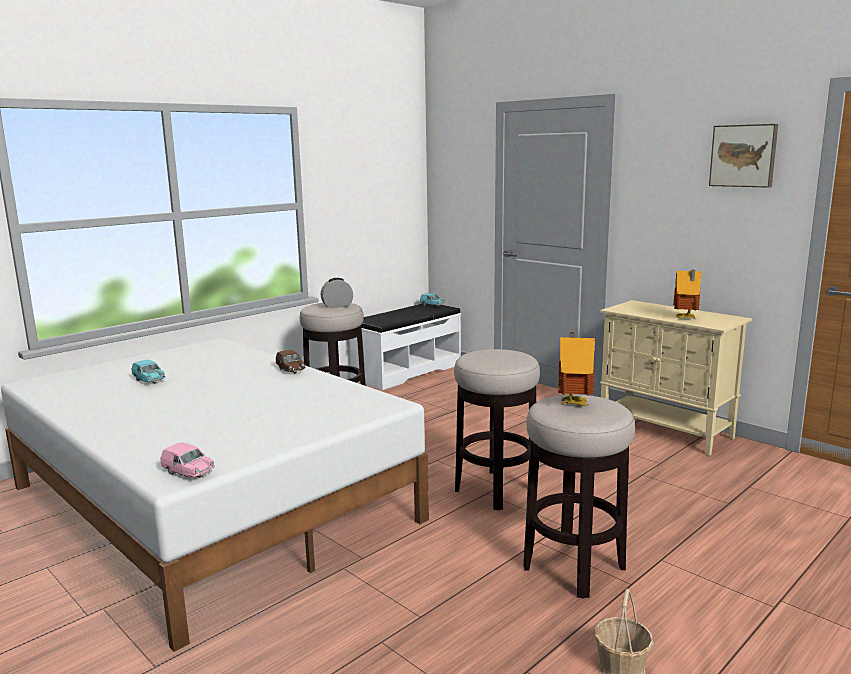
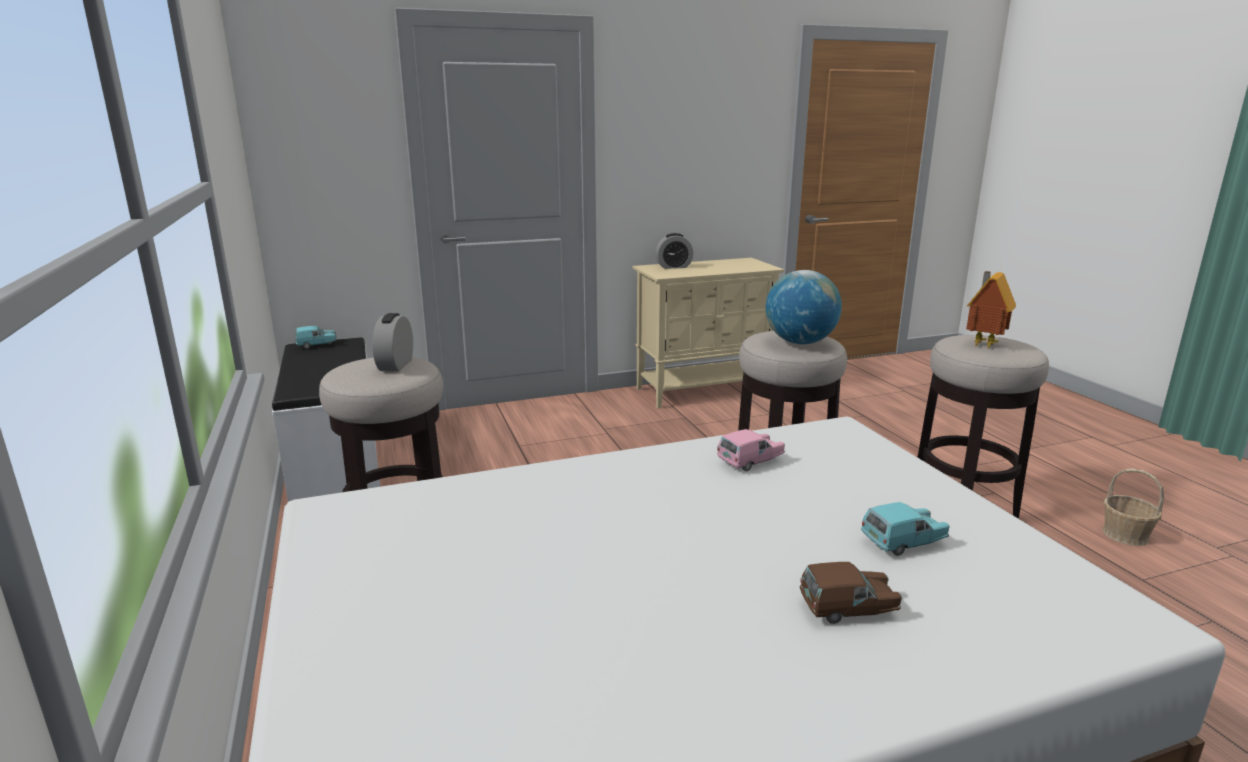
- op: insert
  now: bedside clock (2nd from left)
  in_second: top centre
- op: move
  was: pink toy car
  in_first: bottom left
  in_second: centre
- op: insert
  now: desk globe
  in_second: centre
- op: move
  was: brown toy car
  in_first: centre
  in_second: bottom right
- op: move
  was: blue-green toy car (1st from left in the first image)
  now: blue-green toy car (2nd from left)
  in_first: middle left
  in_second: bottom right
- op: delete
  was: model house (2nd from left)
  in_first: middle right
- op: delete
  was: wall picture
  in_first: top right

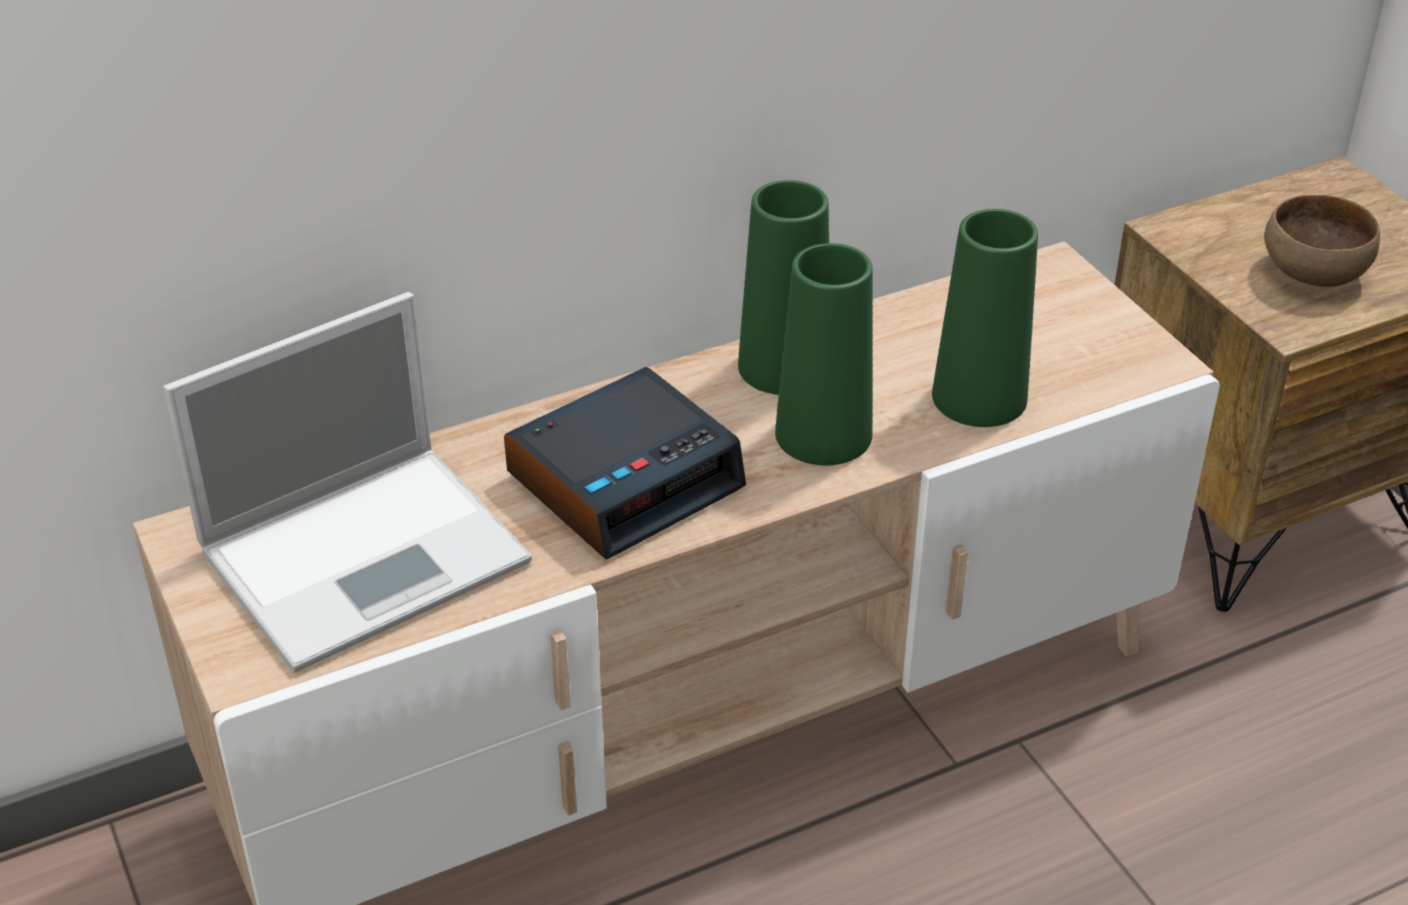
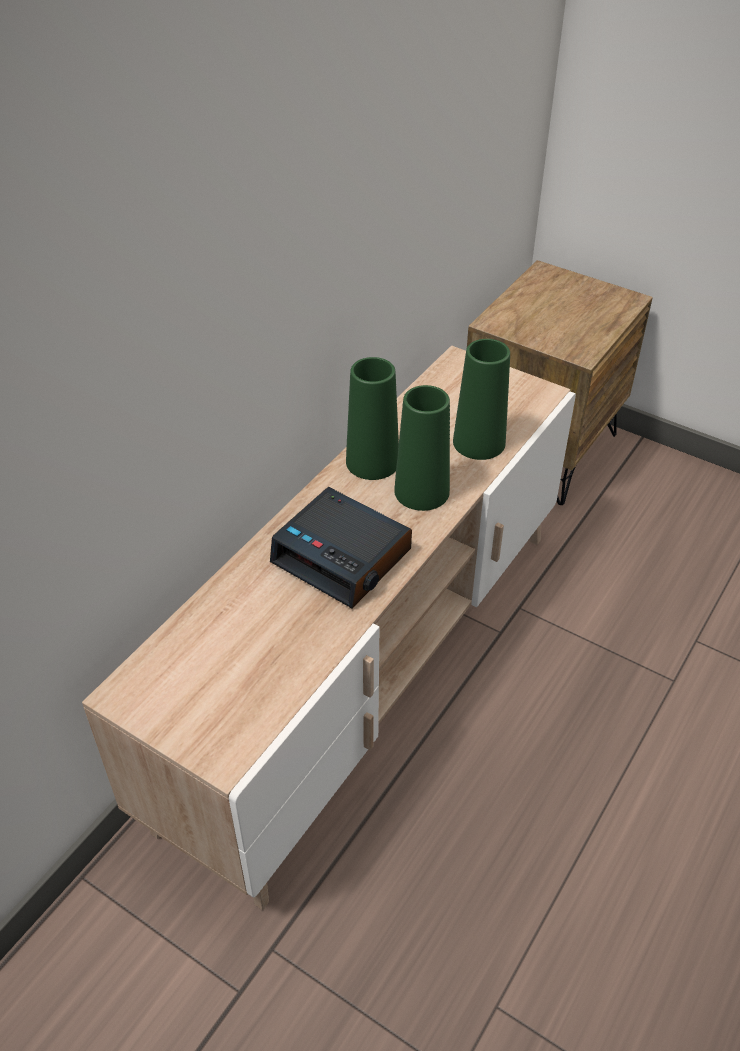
- op: rotate
  was: bedside clock
  in_first: centre
  in_second: centre
  clockwise: 105
- op: delete
  was: portable computer
  in_first: middle left
- op: delete
  was: brown deep dish
  in_first: top right

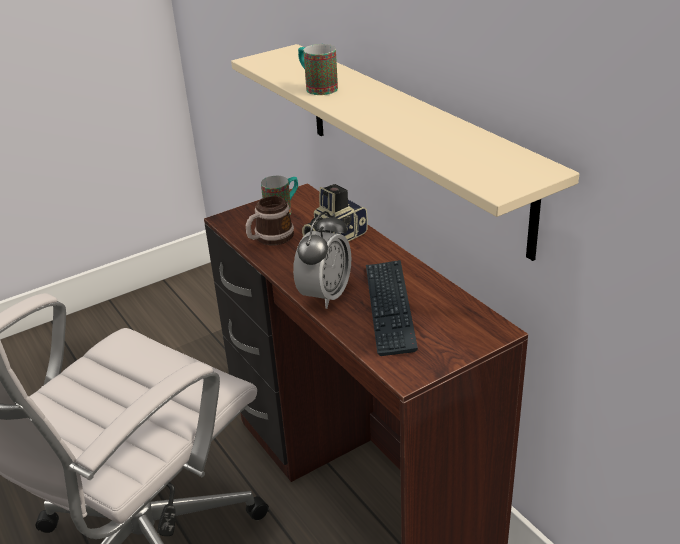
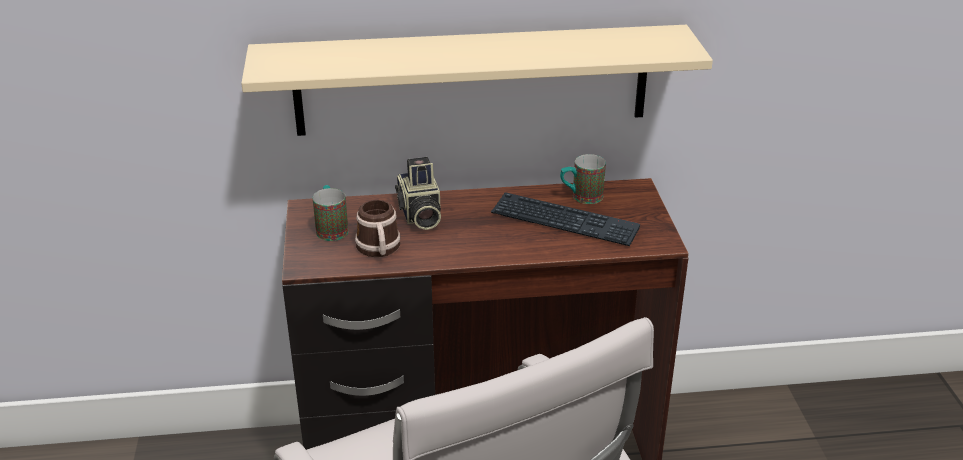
- op: move
  was: tea mug (3rd from left)
  in_first: top centre
  in_second: centre
- op: delete
  was: bedside clock
  in_first: centre

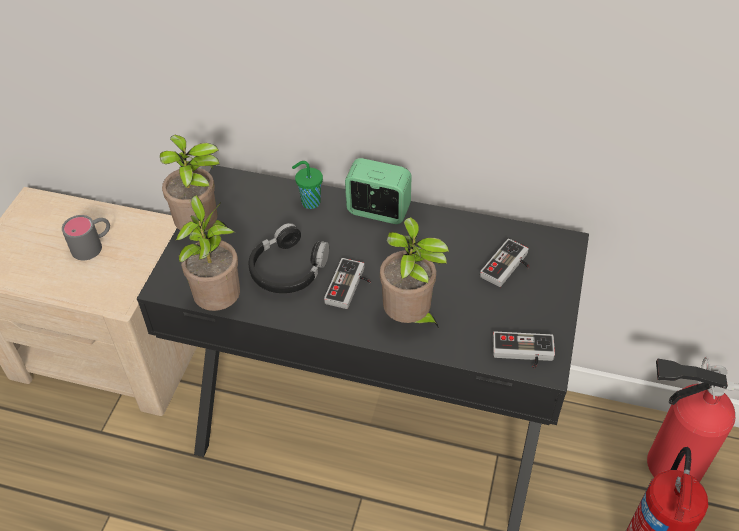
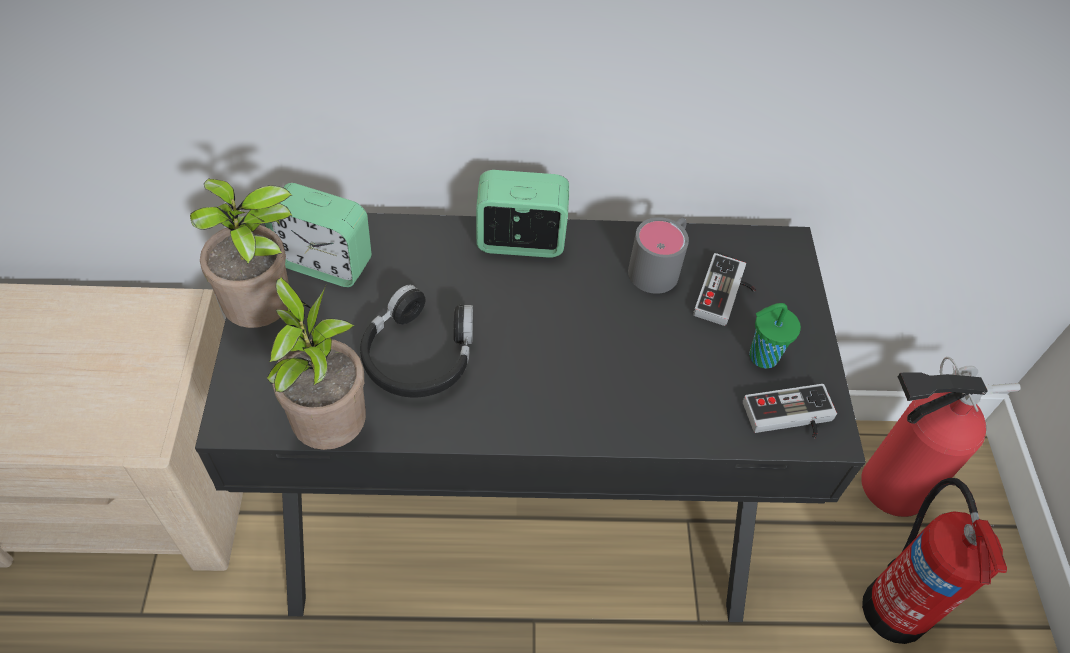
- op: insert
  now: bedside clock (1st from left)
  in_second: middle left
- op: move
  was: grey tea mug
  in_first: middle left
  in_second: centre
- op: move
  was: green-coloured cup
  in_first: centre
  in_second: middle right
- op: delete
  was: joypad (1st from left)
  in_first: centre
- op: delete
  was: houseplant (3rd from left)
  in_first: centre

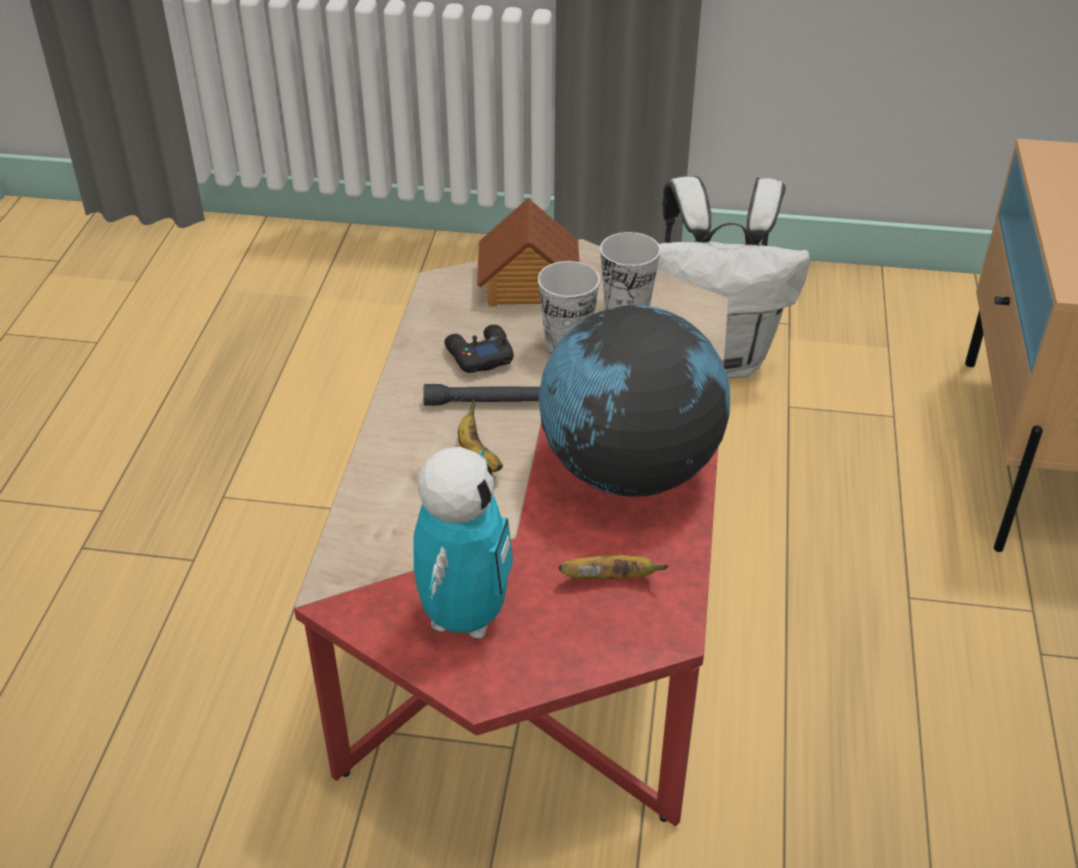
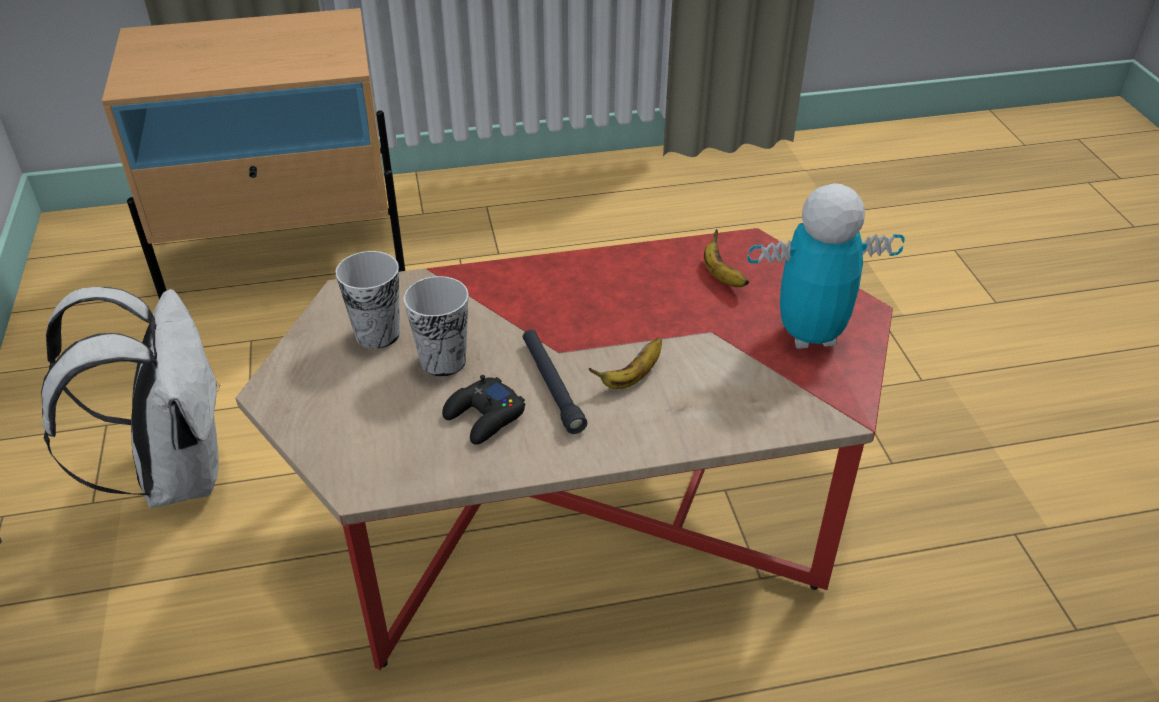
- op: delete
  was: model house
  in_first: top centre
- op: delete
  was: desk globe
  in_first: centre

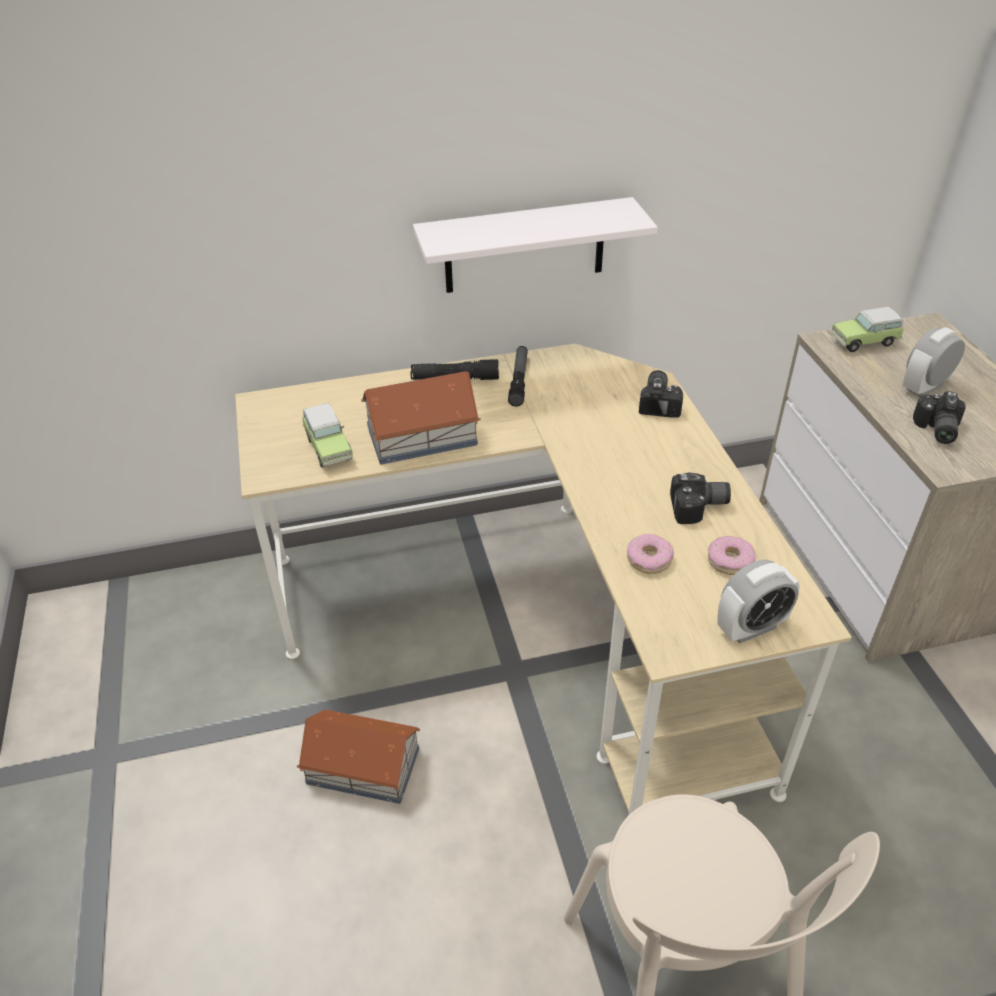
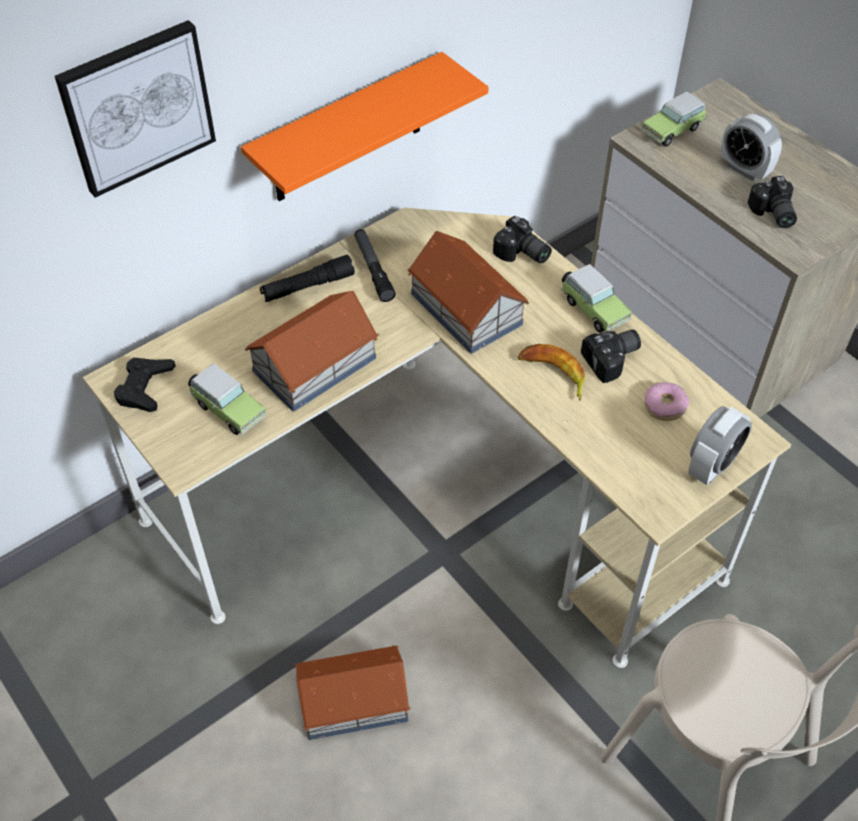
- op: insert
  now: wall picture
  in_second: top left
- op: insert
  now: black joypad
  in_second: middle left
- op: recolor
  was: white shelf
  now: orangey shelf
  in_first: top centre
  in_second: top centre
- op: insert
  now: model house (3rd from left)
  in_second: centre
- op: rotate
  was: photo camera (1st from left)
  in_first: centre
  in_second: top centre
  clockwise: 150
- op: insert
  now: banana
  in_second: centre
- op: insert
  now: toy car (2nd from left)
  in_second: middle right
- op: rotate
  was: bedside clock (2nd from left)
  in_first: middle right
  in_second: top right
  clockwise: -75
- op: delete
  was: doughnut (1st from left)
  in_first: centre

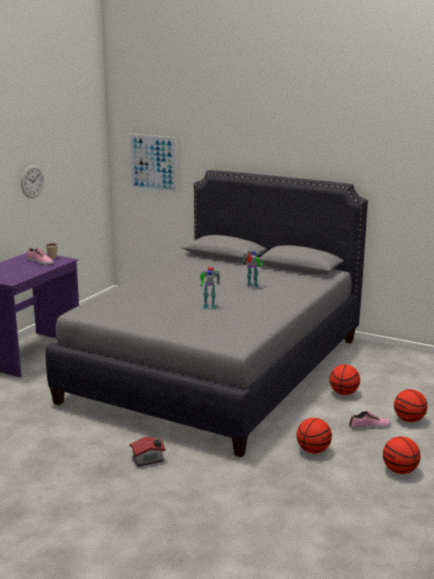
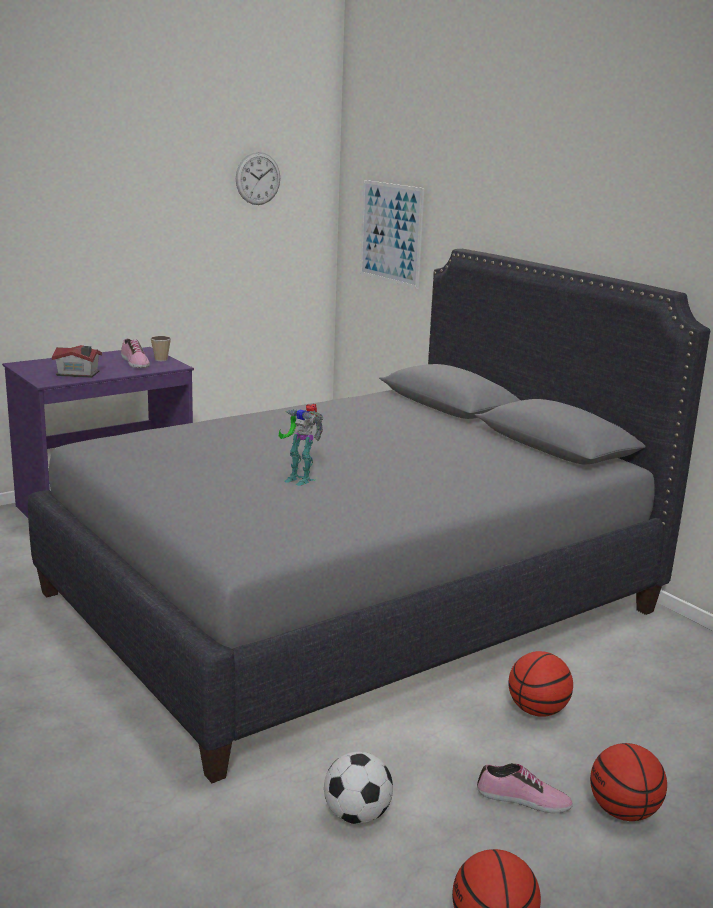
- op: move
  was: model house
  in_first: bottom centre
  in_second: middle left
- op: move
  was: wall clock
  in_first: top left
  in_second: top centre
- op: replace
  was: basketball (1st from left)
  now: ball for football
  in_first: bottom right
  in_second: bottom centre
- op: delete
  was: model robot (2nd from left)
  in_first: centre

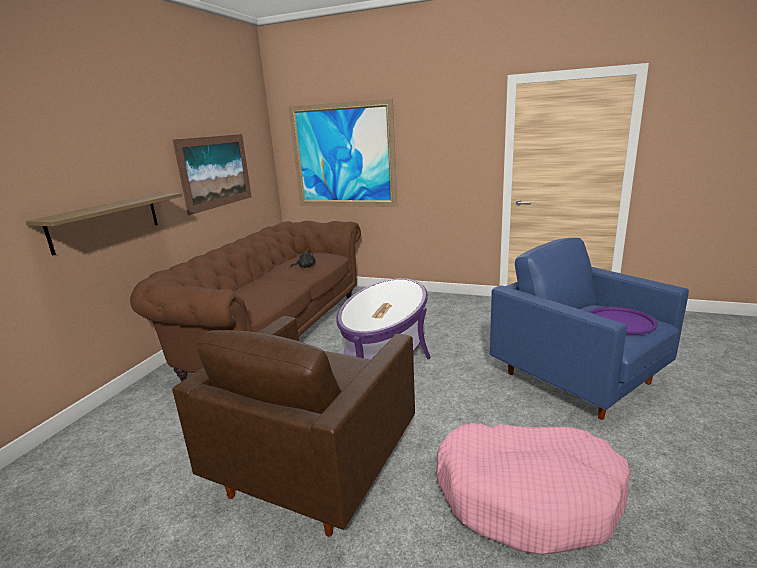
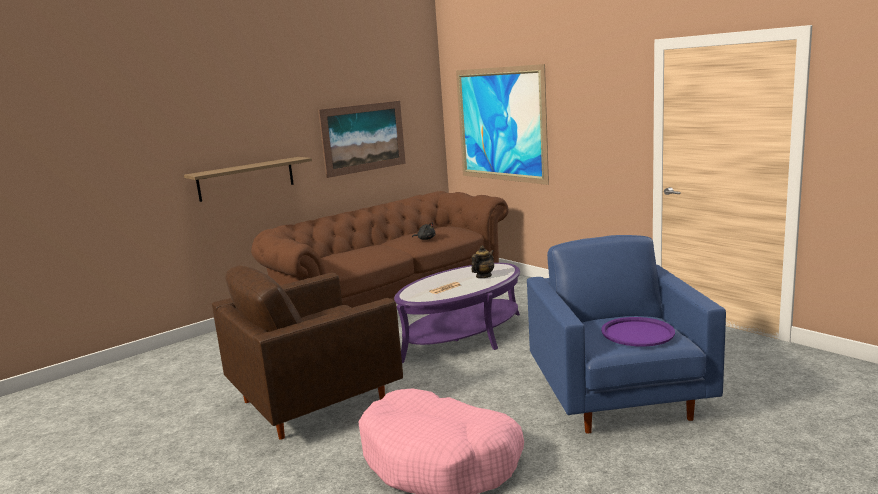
- op: insert
  now: teapot
  in_second: centre

